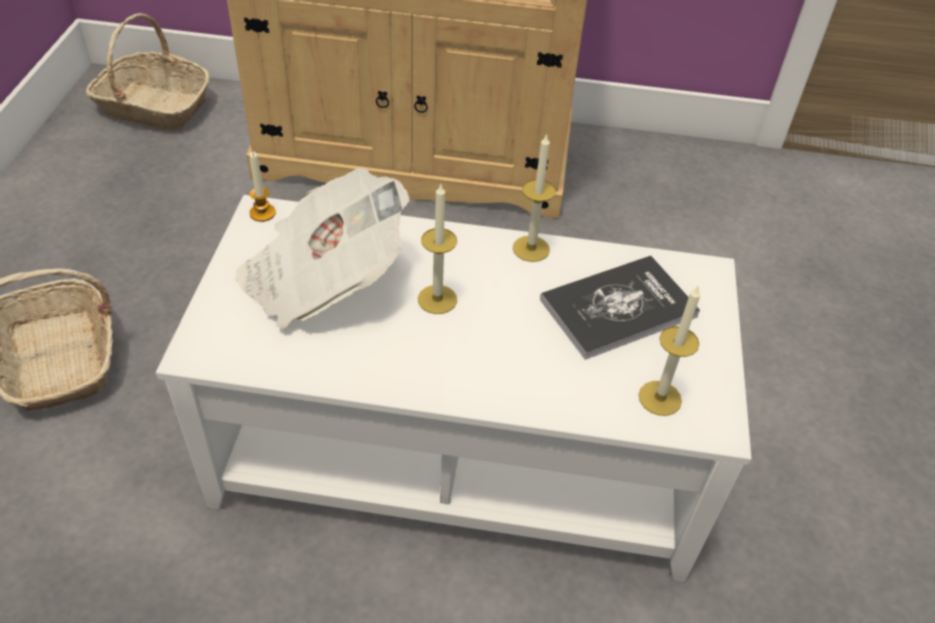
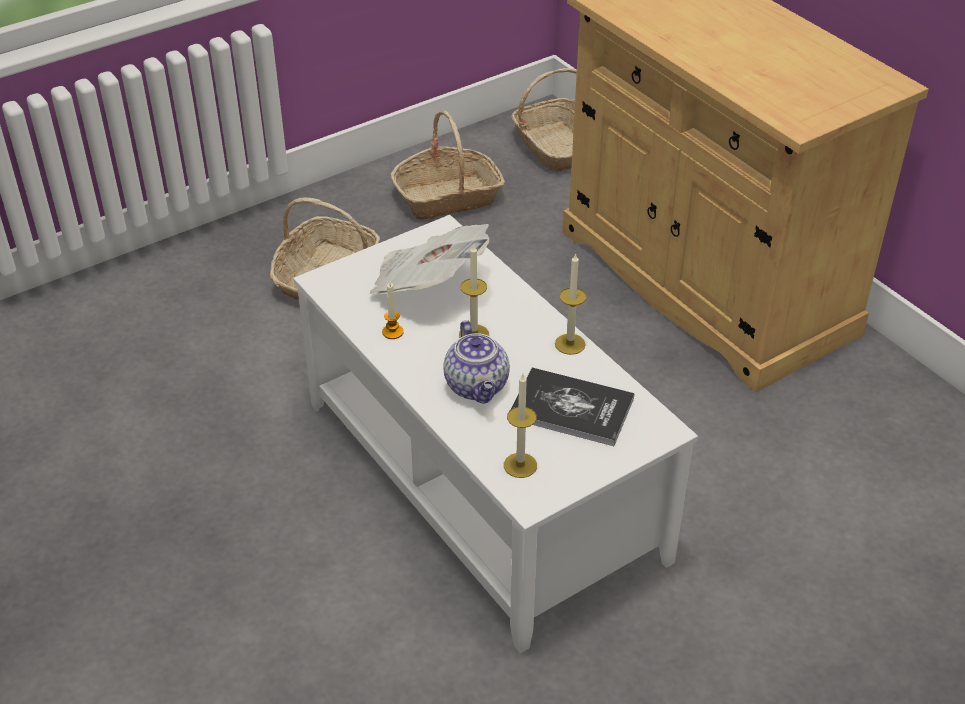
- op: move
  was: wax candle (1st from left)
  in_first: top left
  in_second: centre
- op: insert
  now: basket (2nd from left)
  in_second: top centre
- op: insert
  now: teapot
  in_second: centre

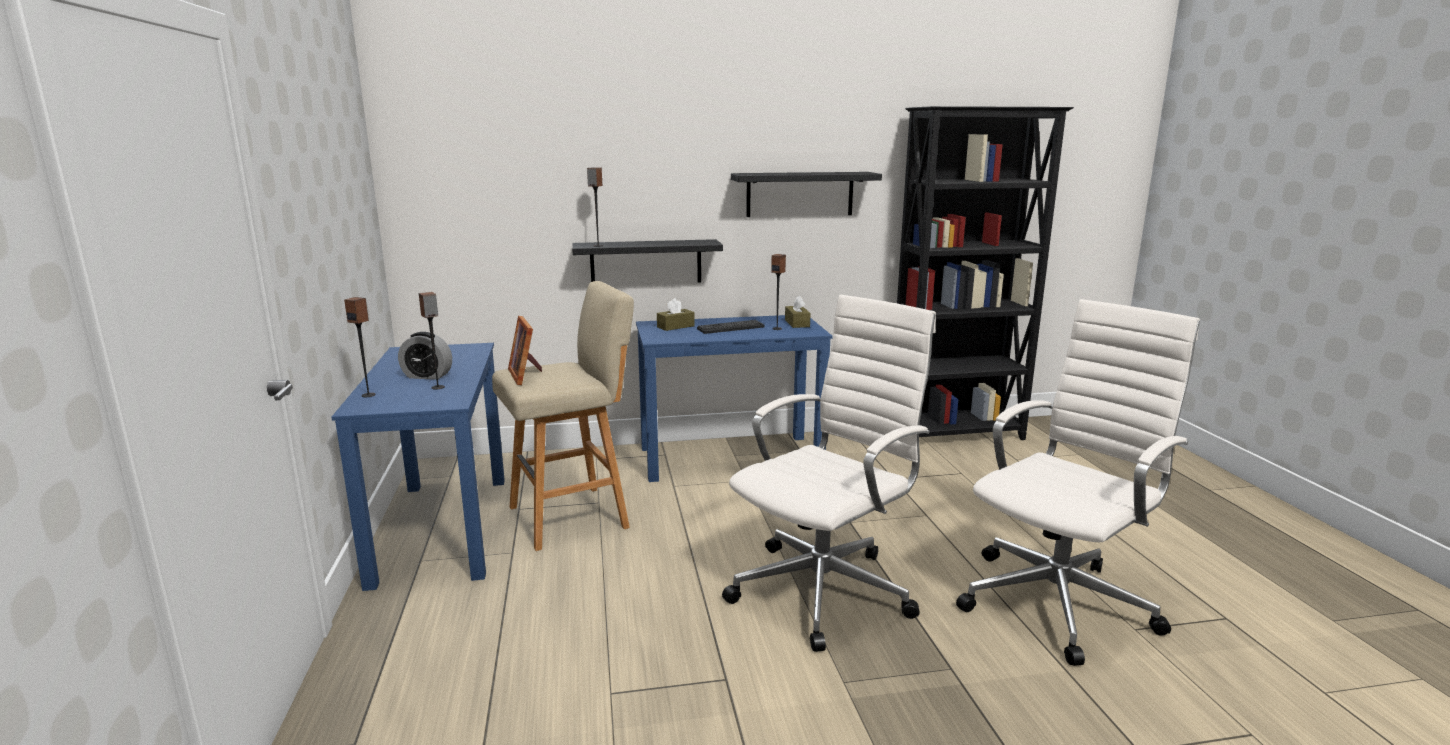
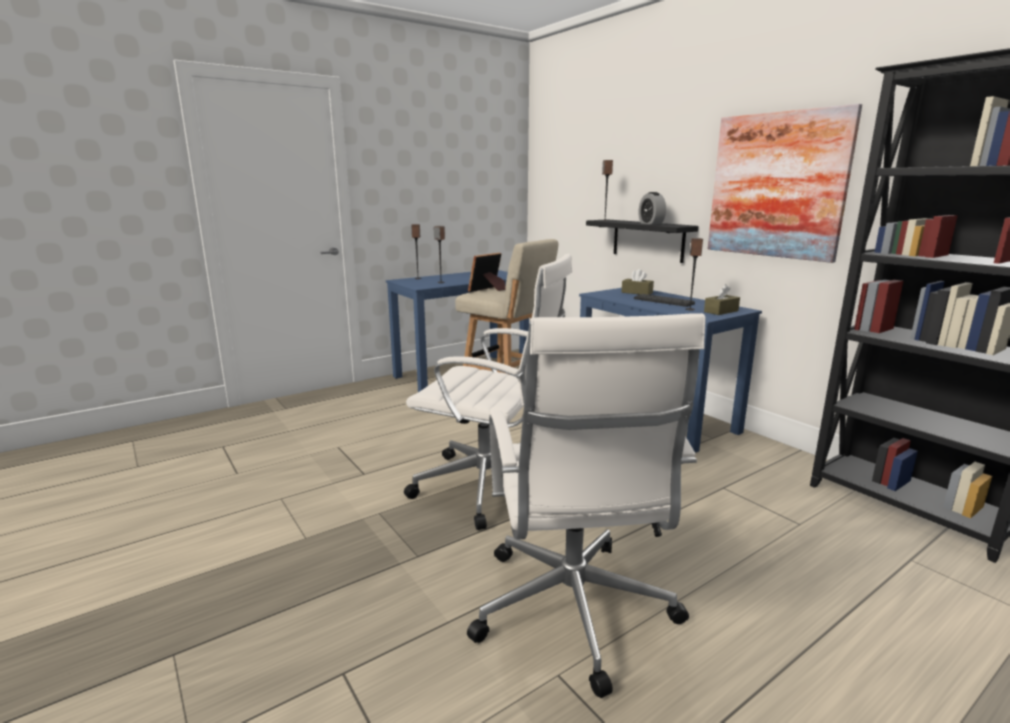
- op: rotate
  was: white desk chair (2nd from left)
  in_first: middle right
  in_second: bottom centre
  clockwise: 60
- op: move
  was: bedside clock
  in_first: middle left
  in_second: top centre
- op: replace
  was: black shelf (2nd from left)
  now: wall picture
  in_first: top centre
  in_second: top right

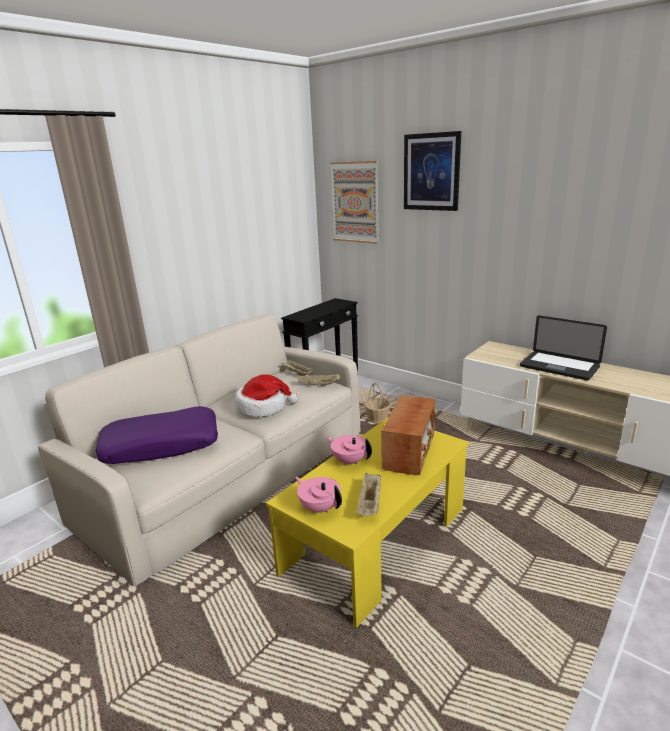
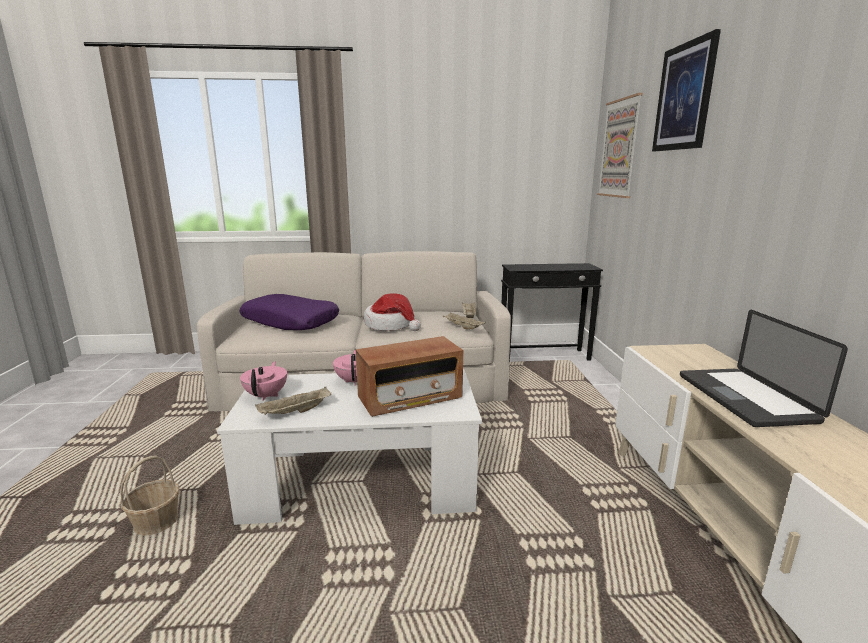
- op: move
  was: basket
  in_first: centre
  in_second: bottom left
- op: recolor
  was: yellow-coloured coffee table
  now: white coffee table
  in_first: bottom centre
  in_second: bottom centre

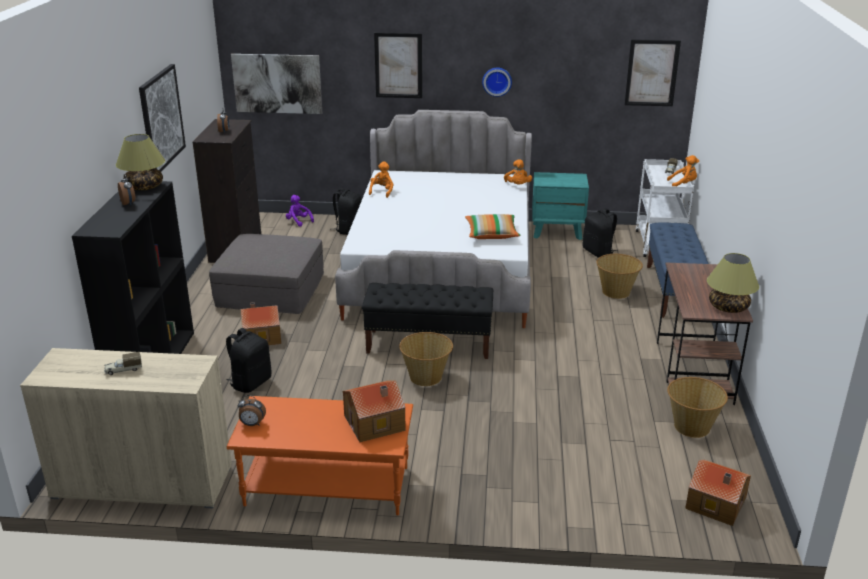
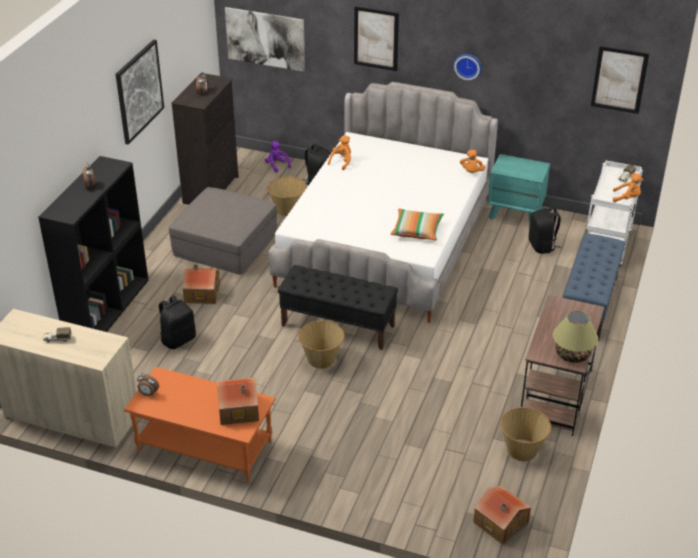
- op: move
  was: basket (2nd from left in the first image)
  now: basket (1st from left)
  in_first: middle right
  in_second: centre
- op: delete
  was: lamp for a table (1st from left)
  in_first: top left

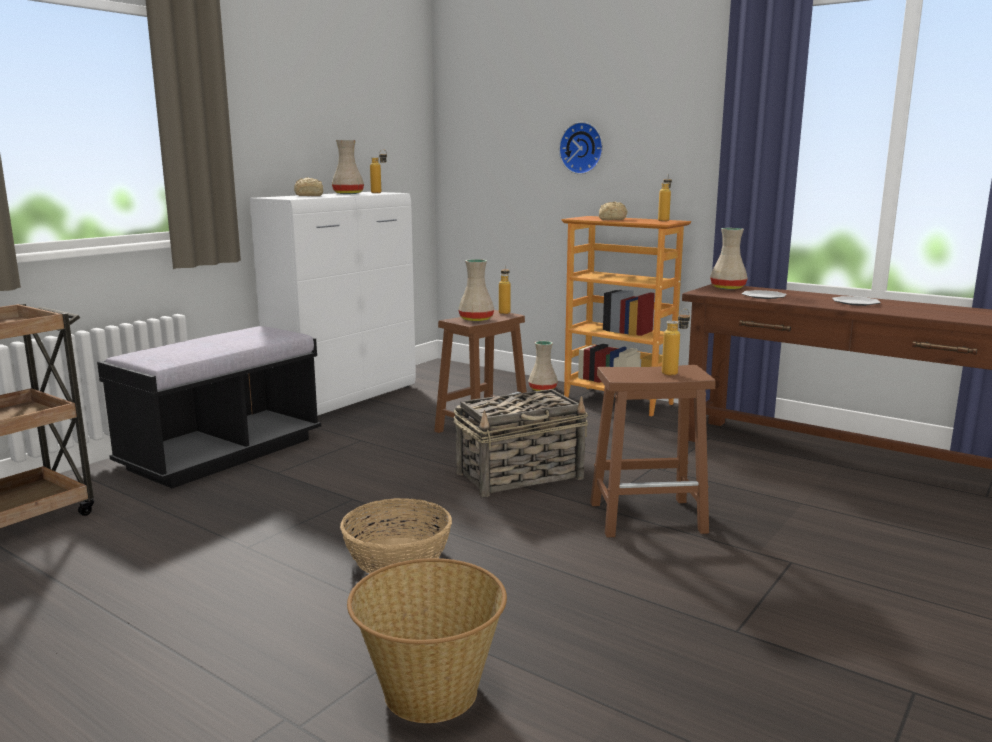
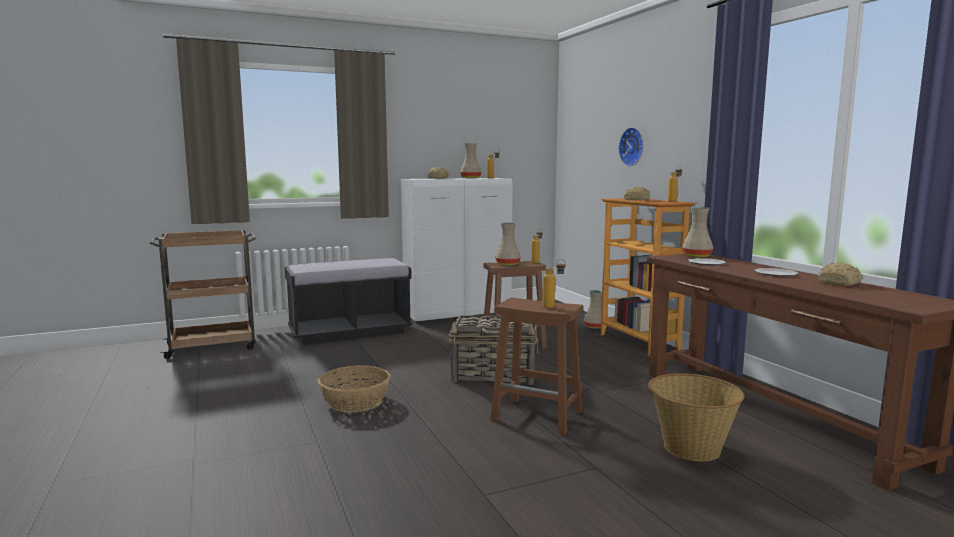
- op: move
  was: basket (2nd from left in the first image)
  now: basket (3rd from left)
  in_first: bottom centre
  in_second: bottom right
- op: insert
  now: baked bread (3rd from left)
  in_second: middle right

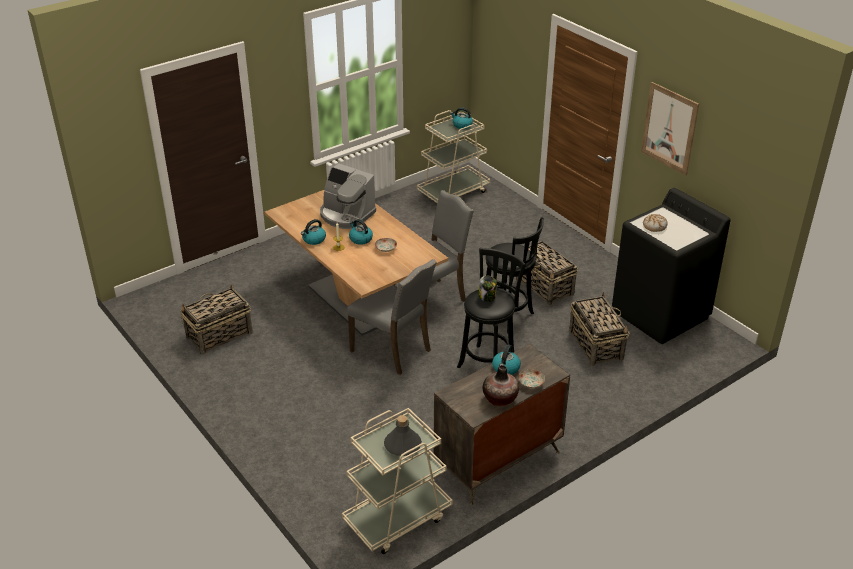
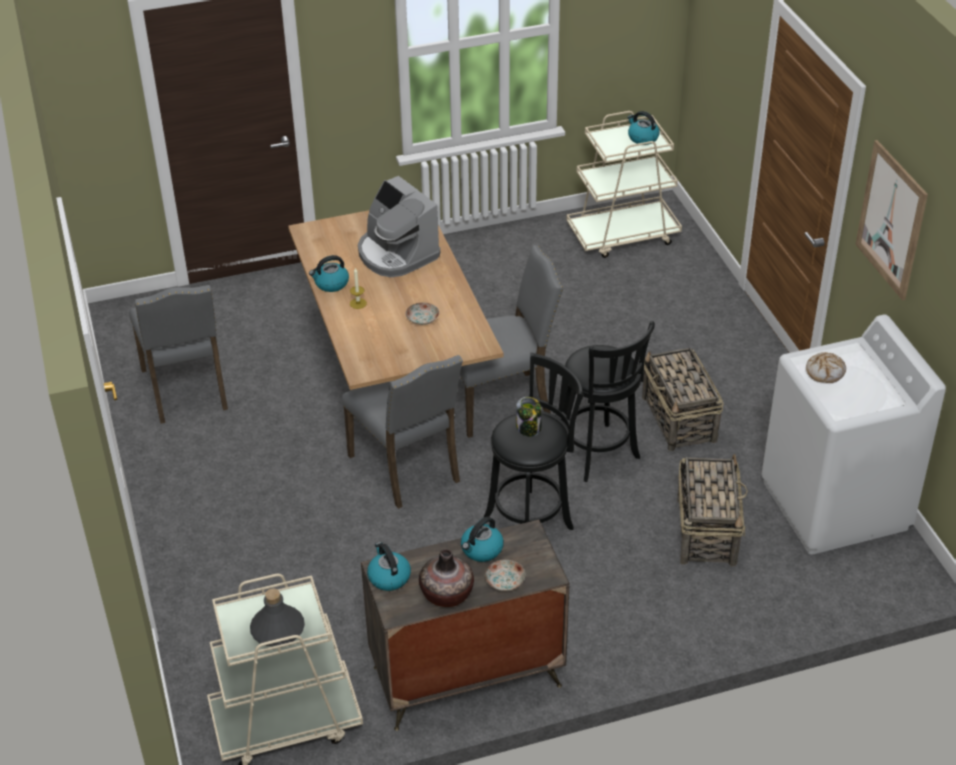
- op: replace
  was: basket (1st from left)
  now: grey plain chair (1st from left)
  in_first: middle left
  in_second: middle left
- op: move
  was: kettle (2nd from left)
  in_first: centre
  in_second: bottom centre
- op: recolor
  was: black washing machine
  now: white washing machine
  in_first: middle right
  in_second: middle right

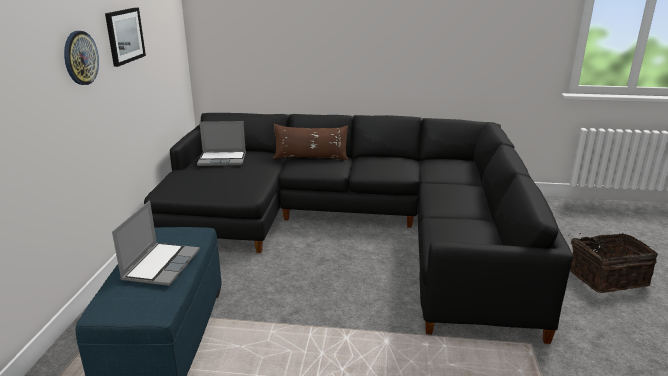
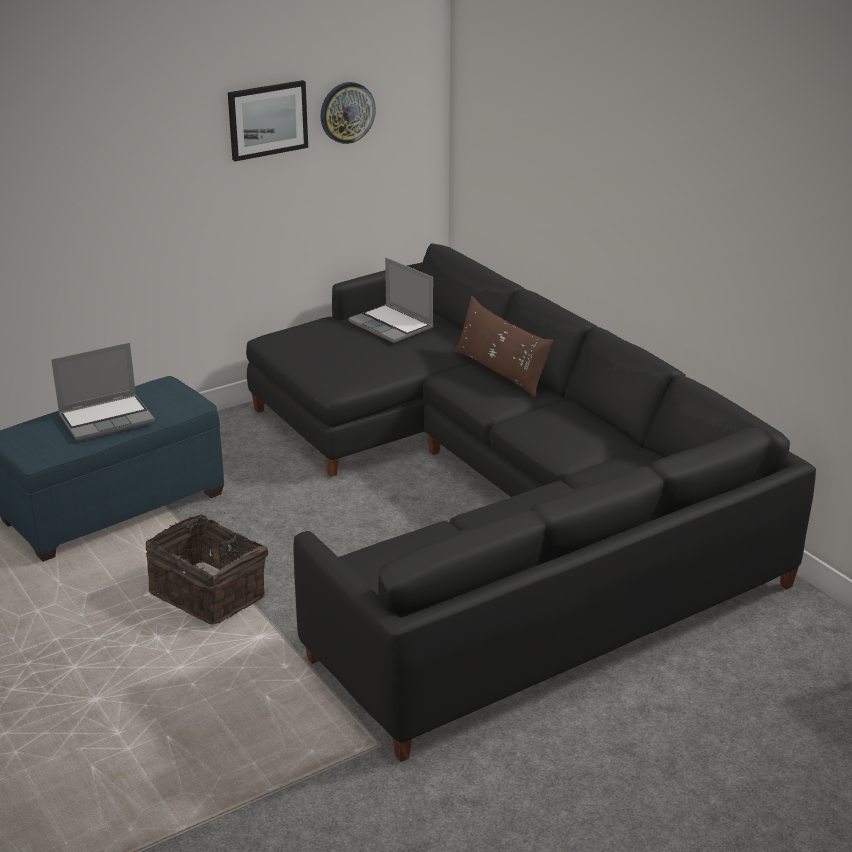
- op: move
  was: basket
  in_first: bottom right
  in_second: bottom left
- op: move
  was: wall clock
  in_first: top left
  in_second: top centre

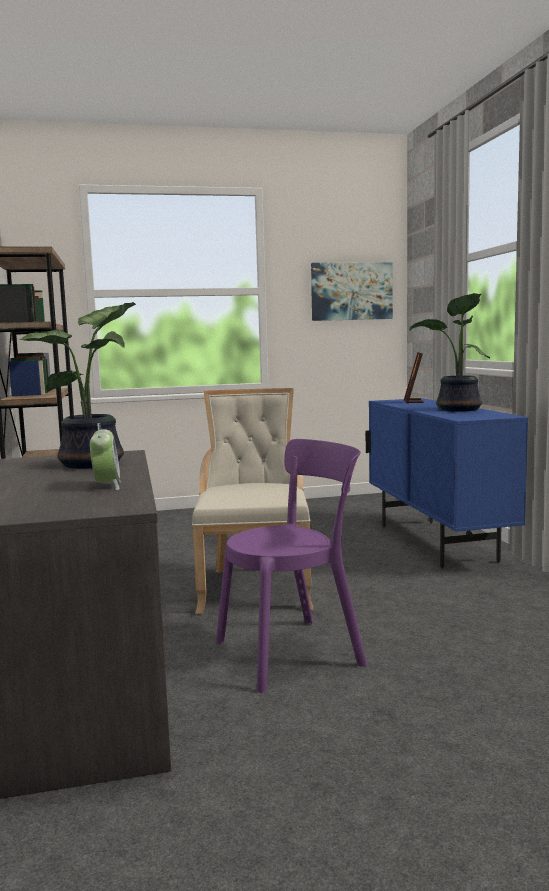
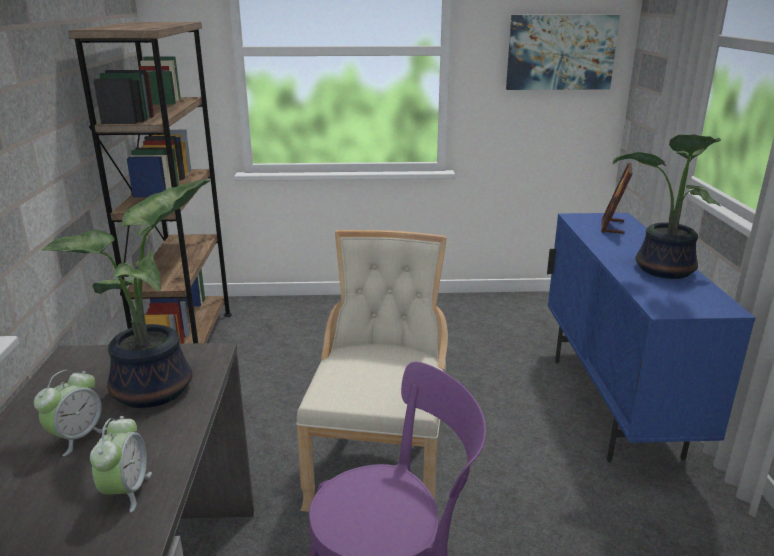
- op: insert
  now: bedside clock (1st from left)
  in_second: bottom left

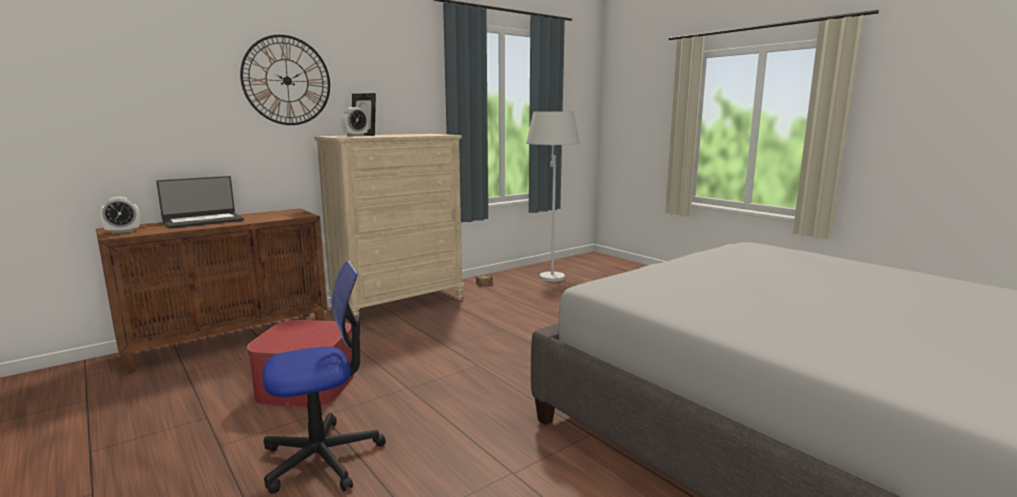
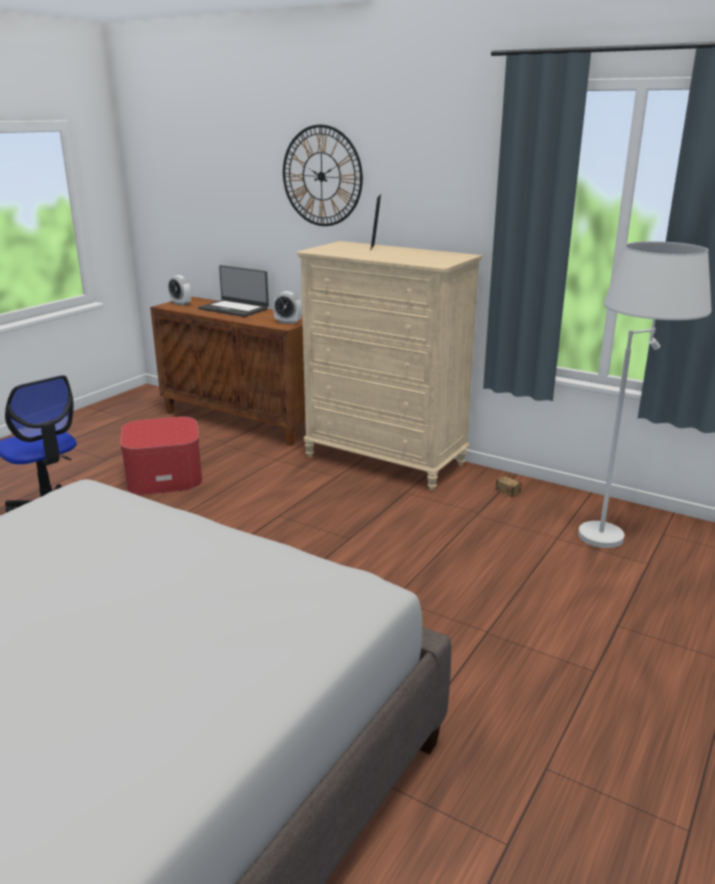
- op: move
  was: bedside clock (2nd from left)
  in_first: top centre
  in_second: centre

